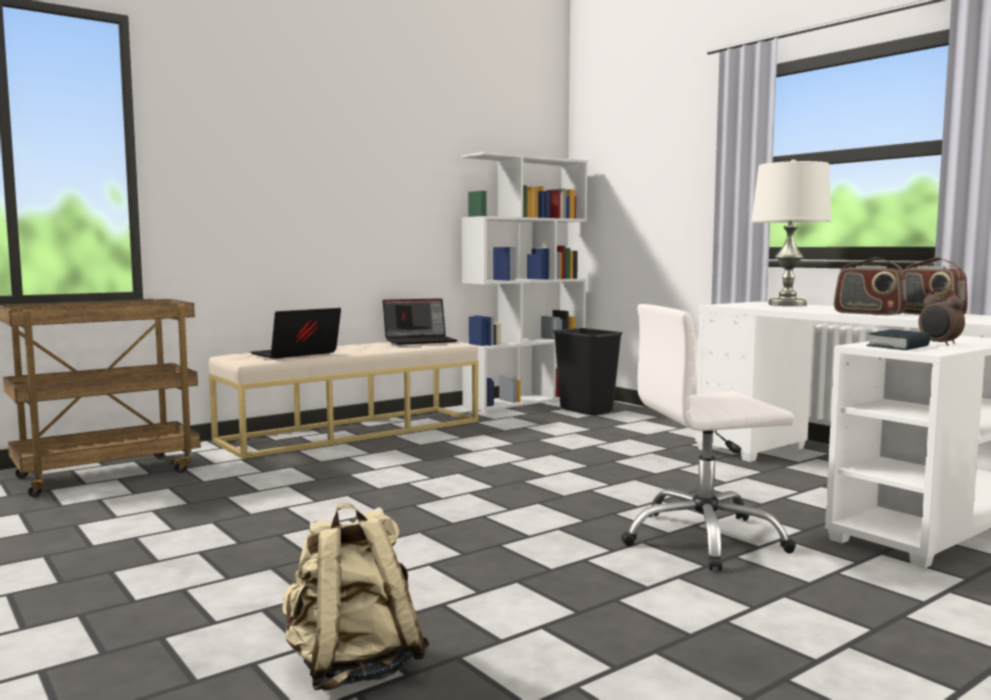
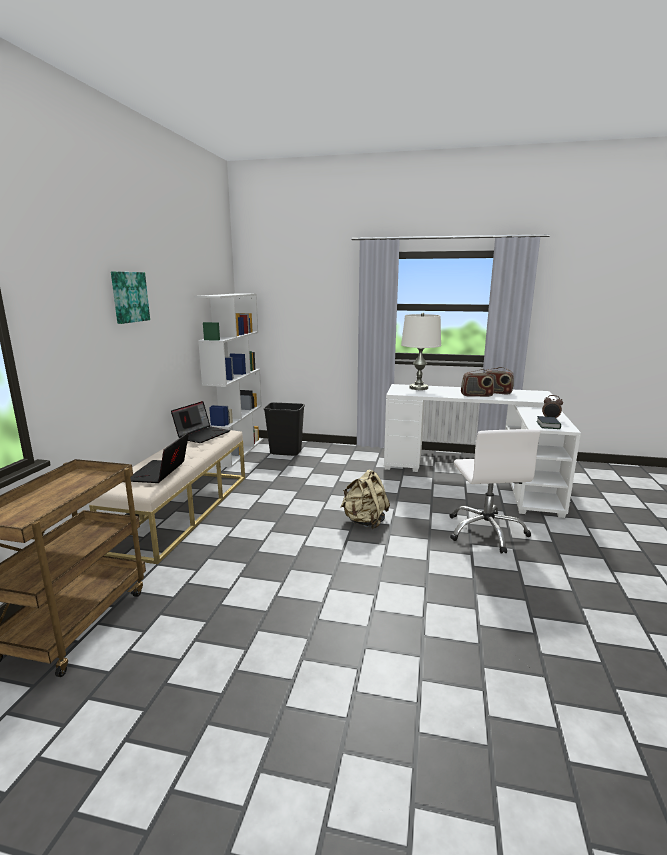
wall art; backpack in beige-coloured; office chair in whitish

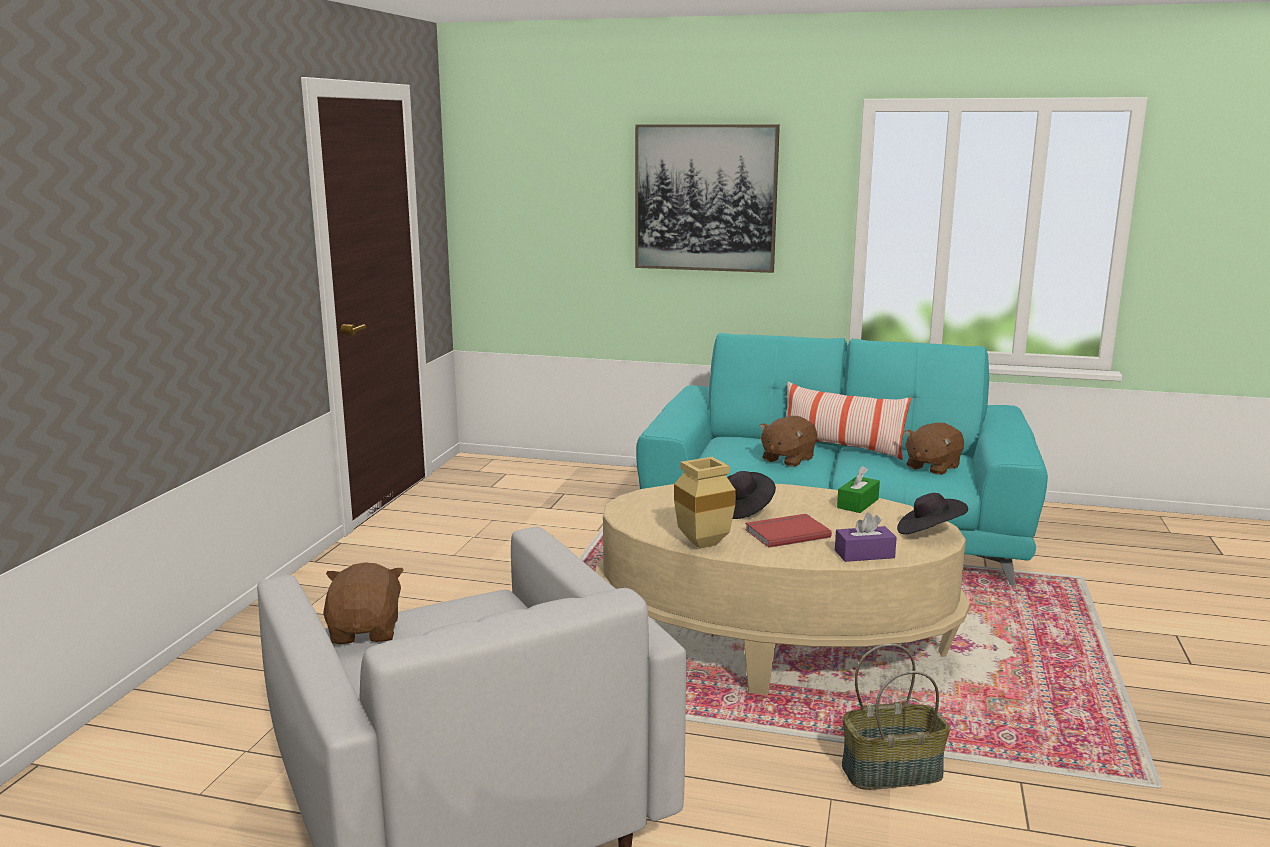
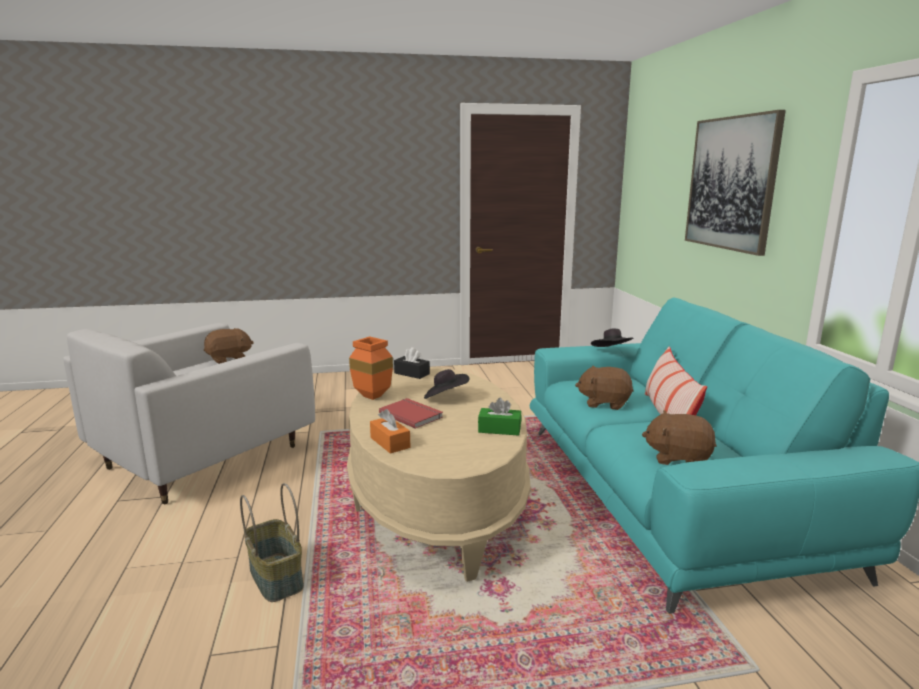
box of tissues in black; clothing hat in black (no. 2 from left); flower vase in orange-coloured; box of tissues in orange-coloured

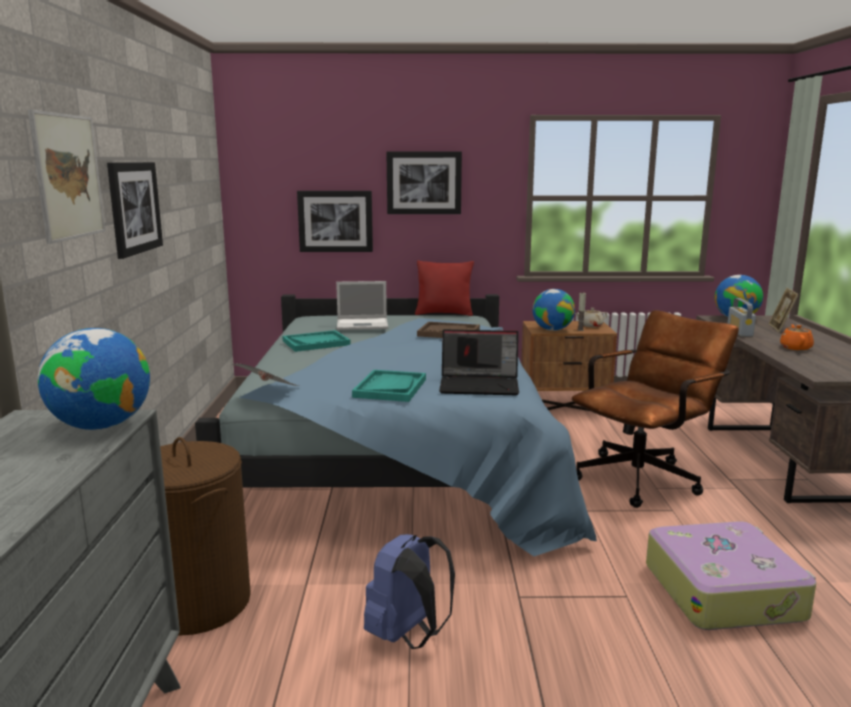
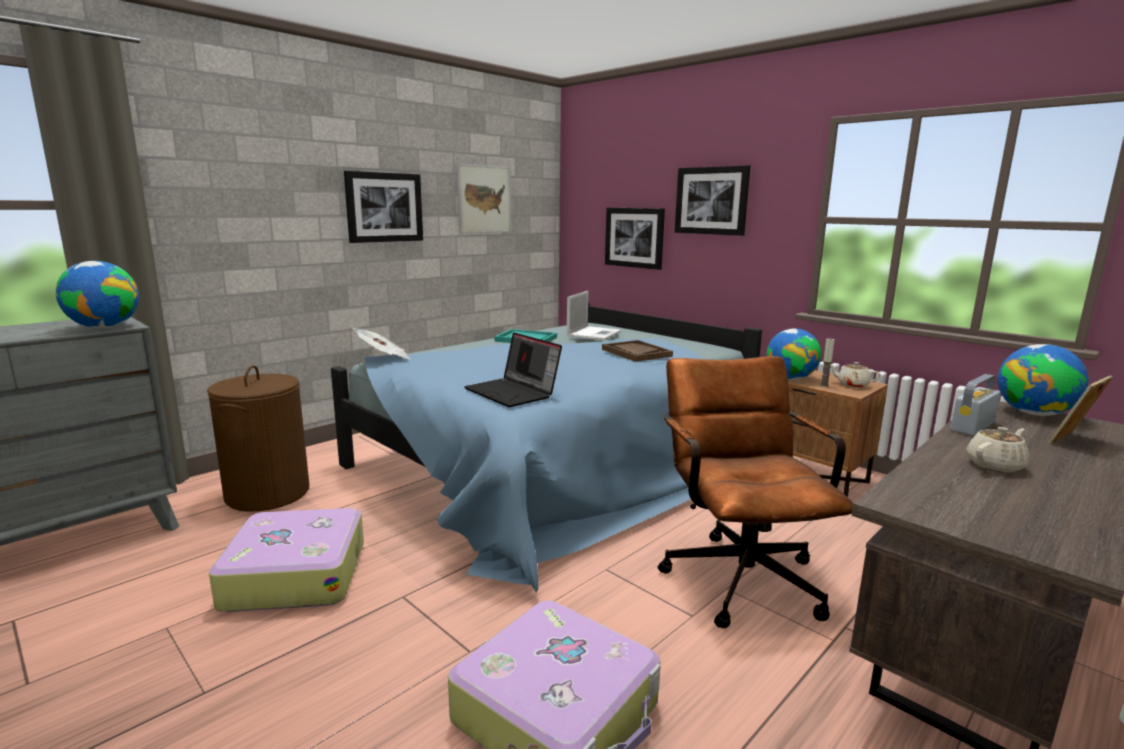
carrying tray in turquoise (no. 2 from left in the first image); cushion in reddish; wall art (no. 2 from left); piece of luggage (no. 1 from left); pot for tea in beige-coloured (no. 2 from left); laptop (no. 2 from left); office chair in brownish

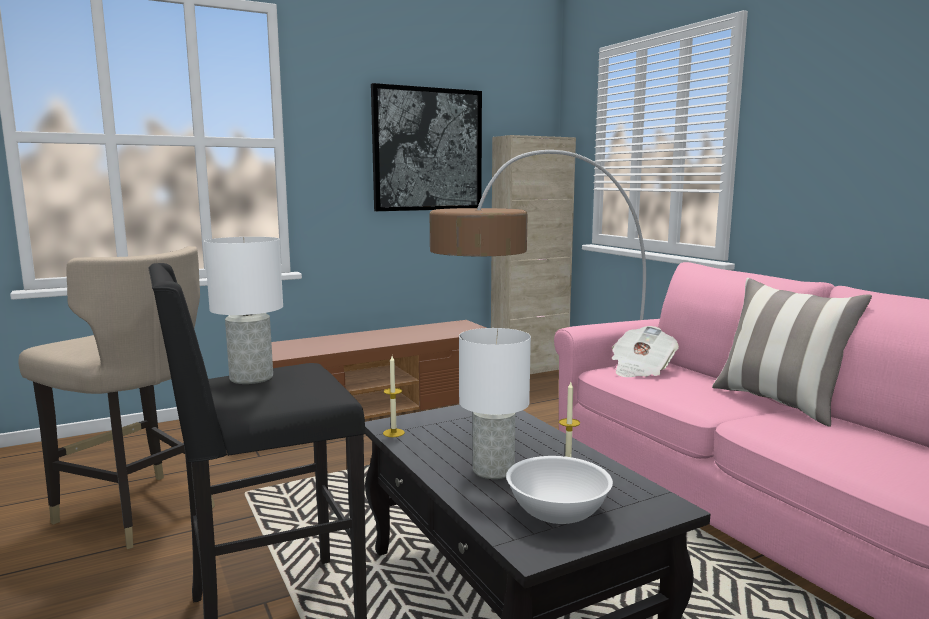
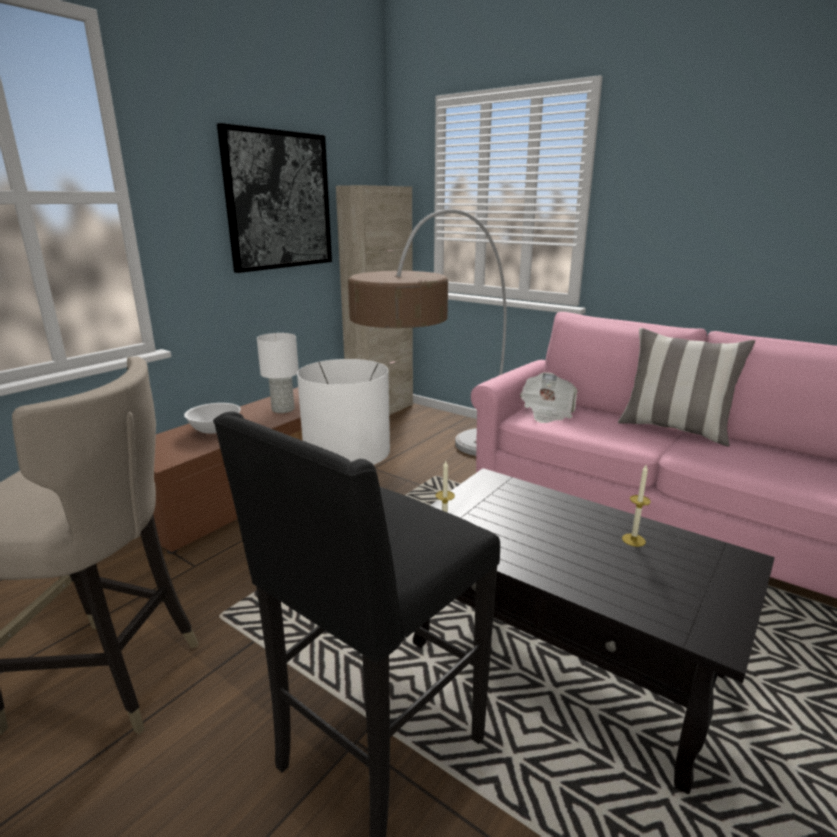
tabletop lamp in whitish (no. 1 from left); bowl in whitish

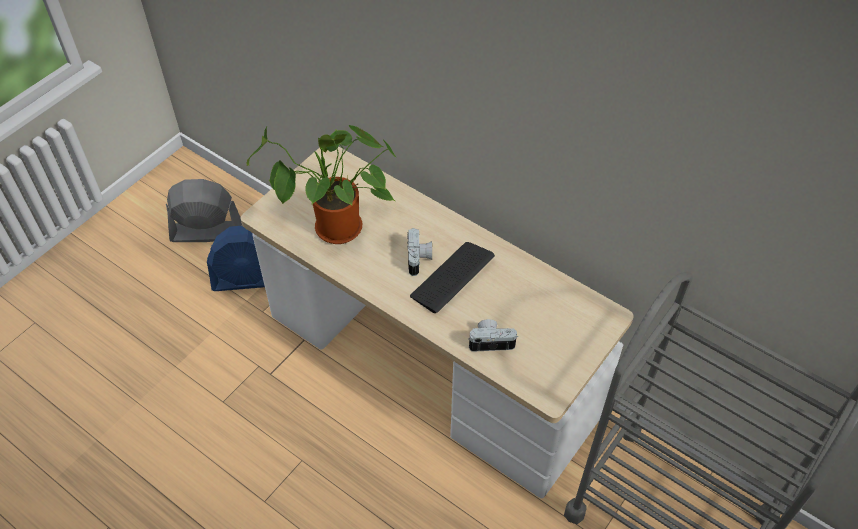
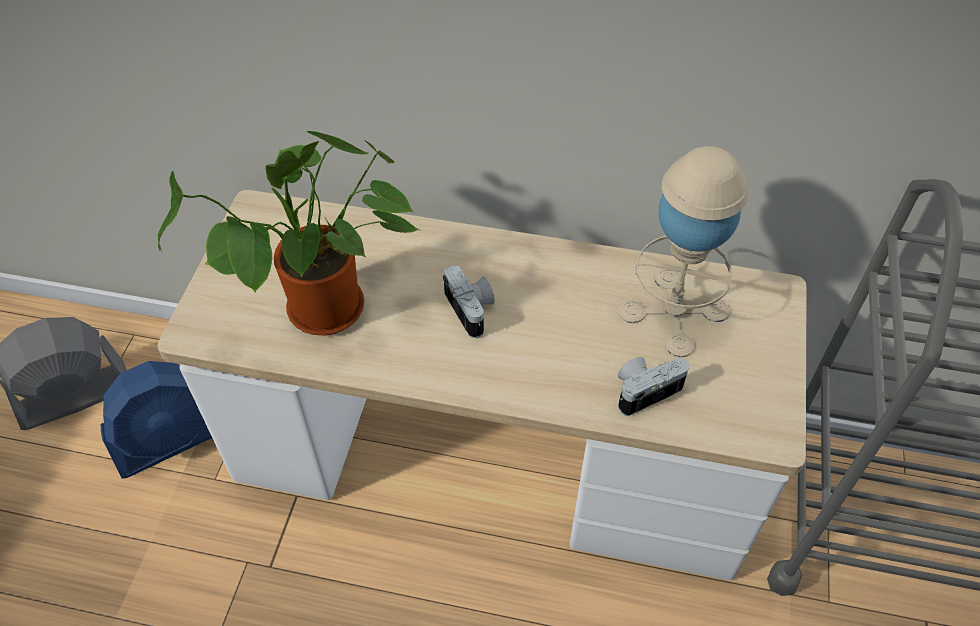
PC keyboard; tabletop lamp in beige-coloured

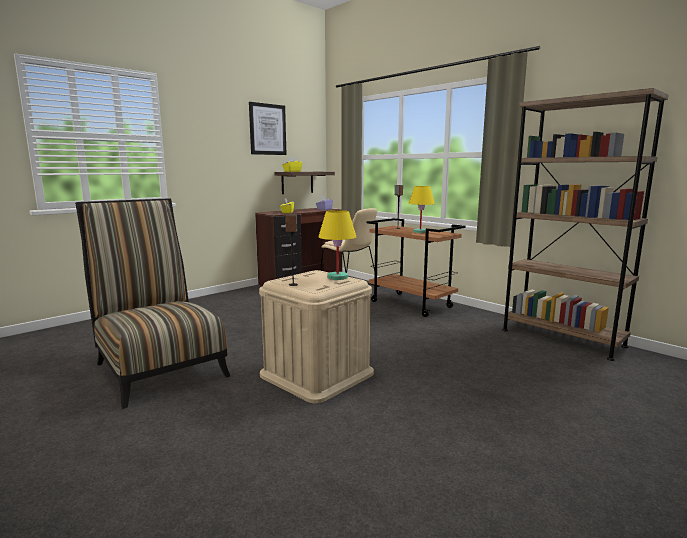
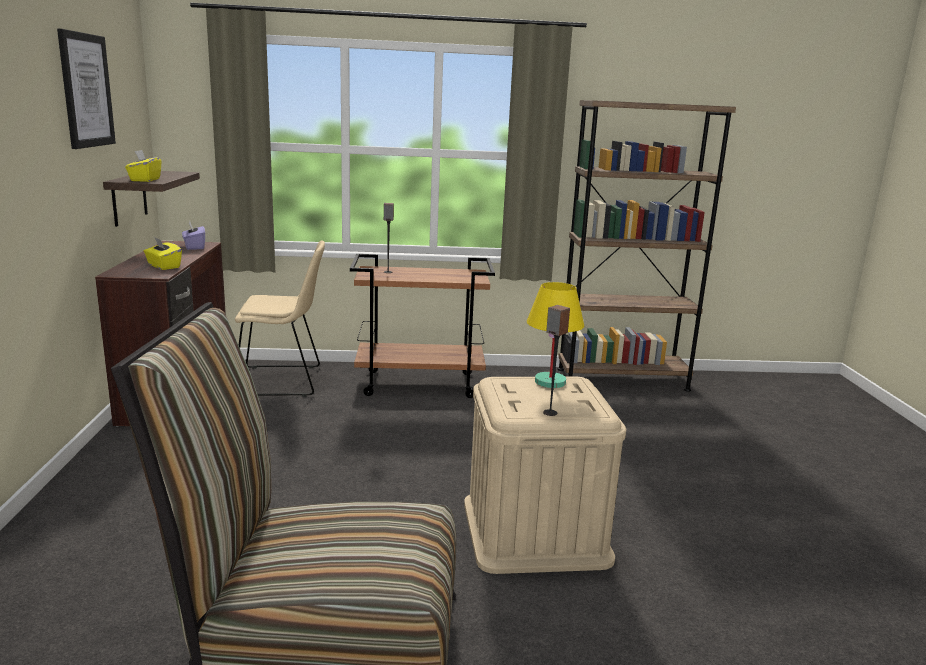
tabletop lamp in yellow-coloured (no. 2 from left in the first image)

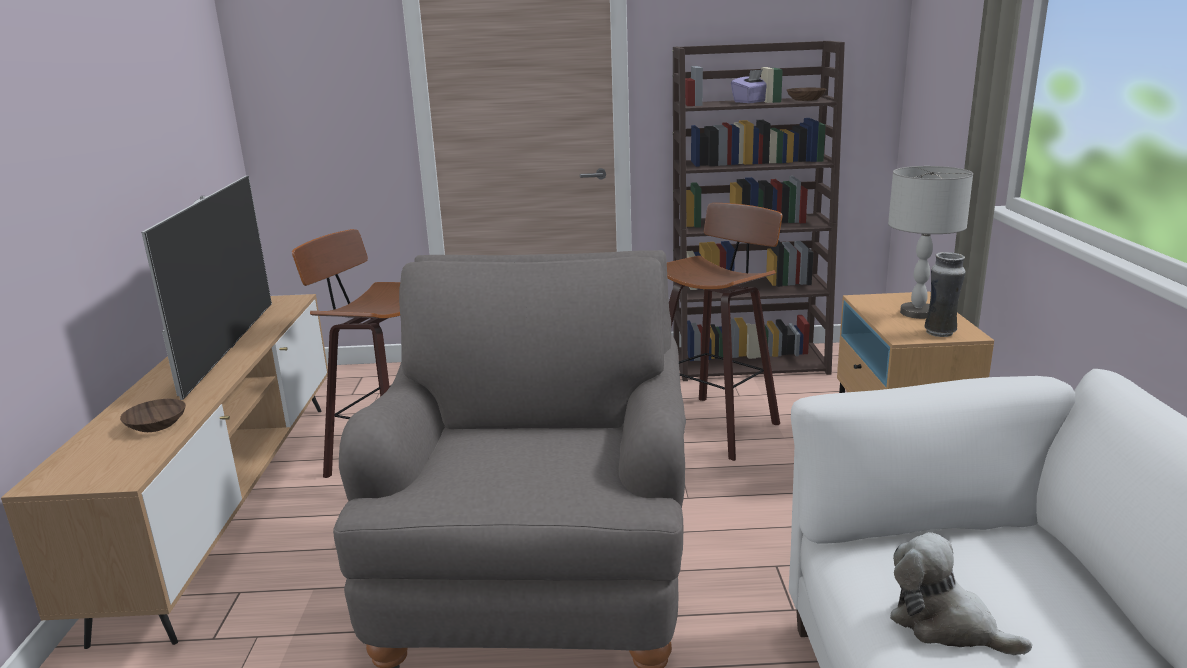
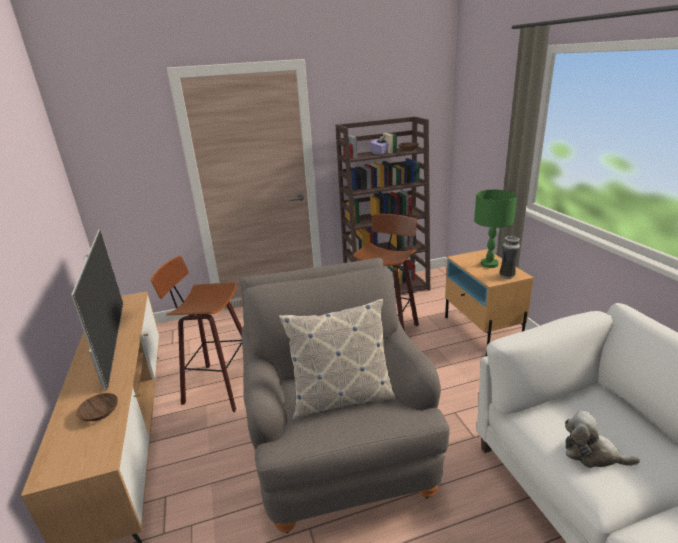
cushion; tabletop lamp in green-coloured

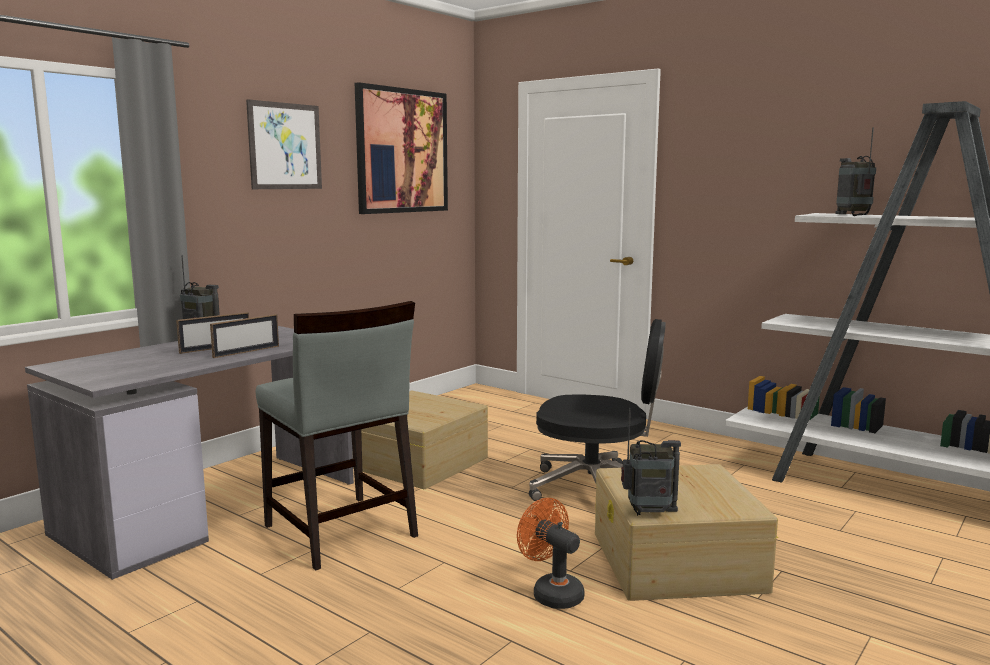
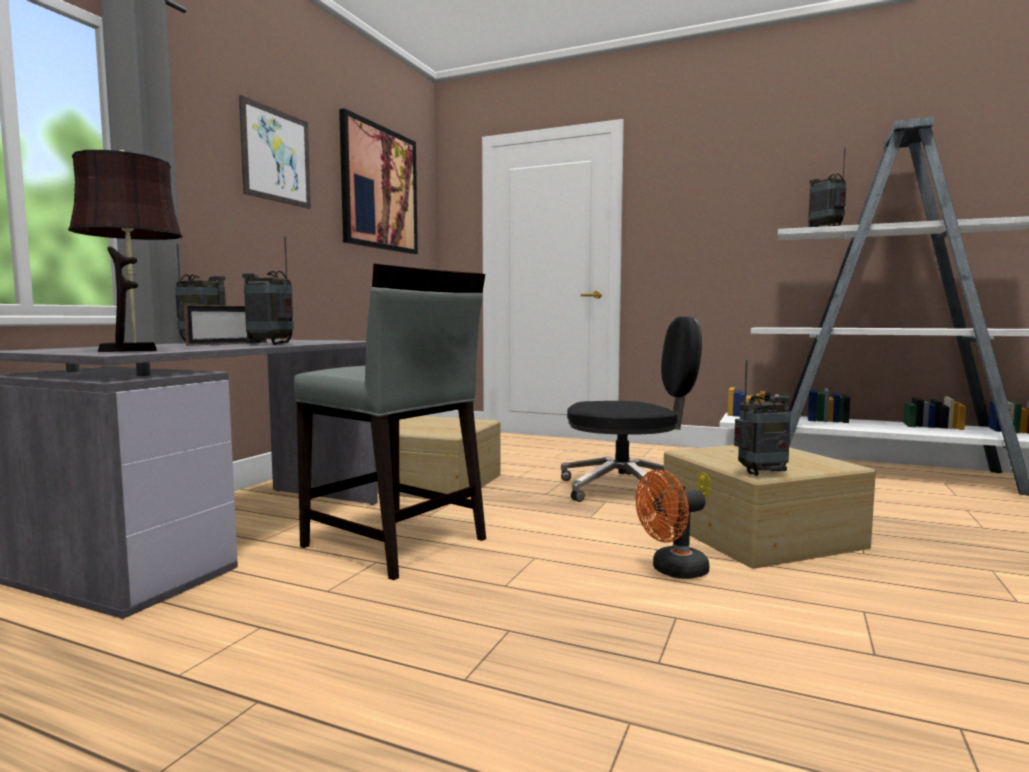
tabletop lamp in brownish; radio (no. 2 from left); electric fan in orange-coloured

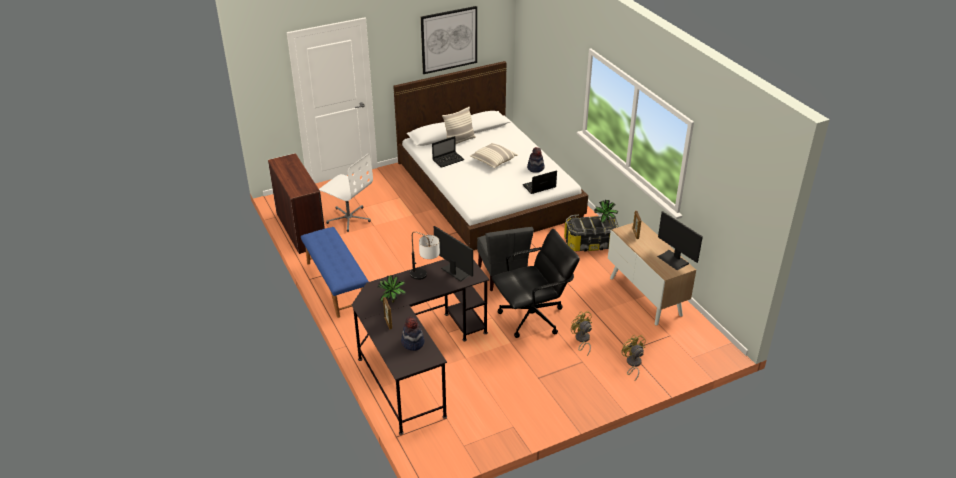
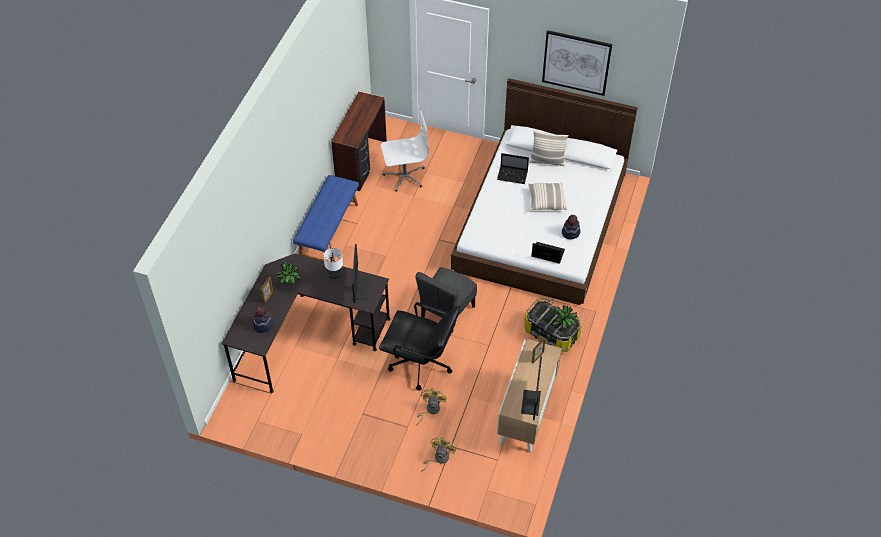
office chair in whitish

